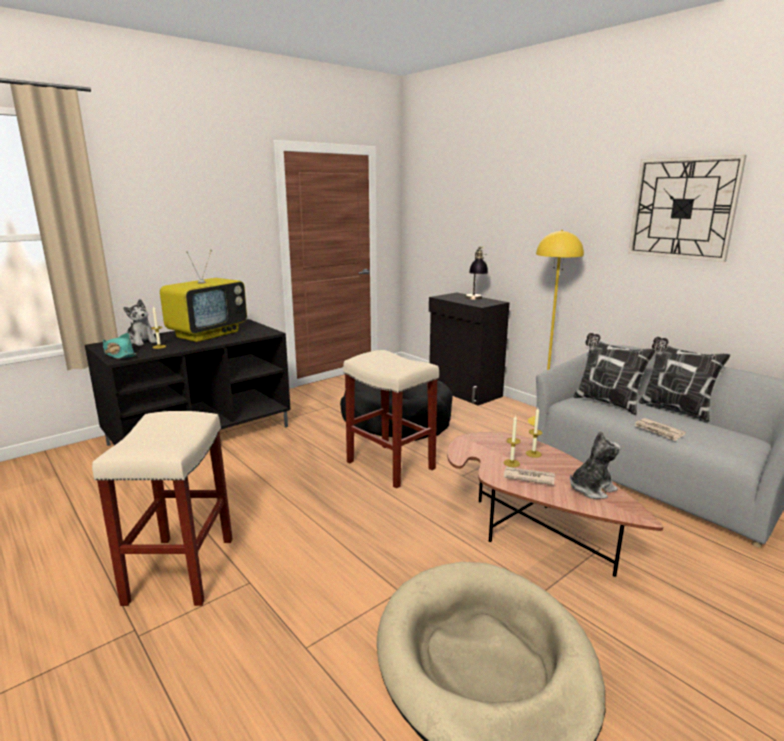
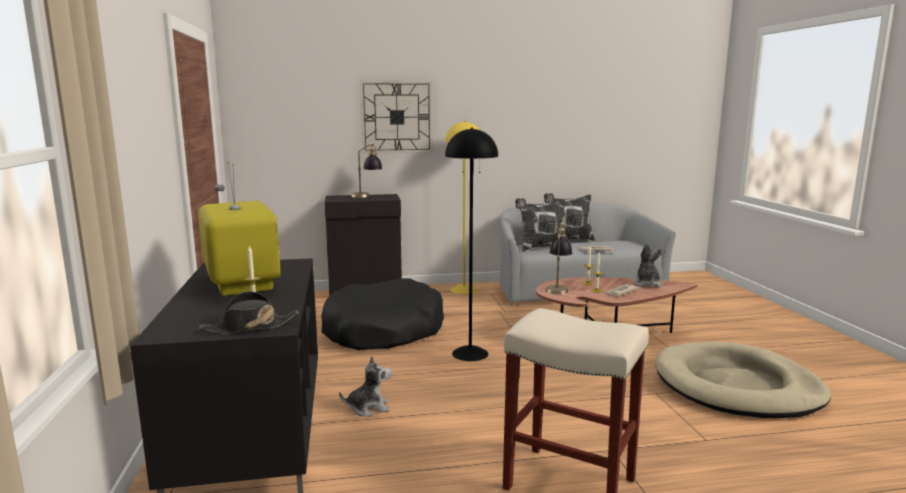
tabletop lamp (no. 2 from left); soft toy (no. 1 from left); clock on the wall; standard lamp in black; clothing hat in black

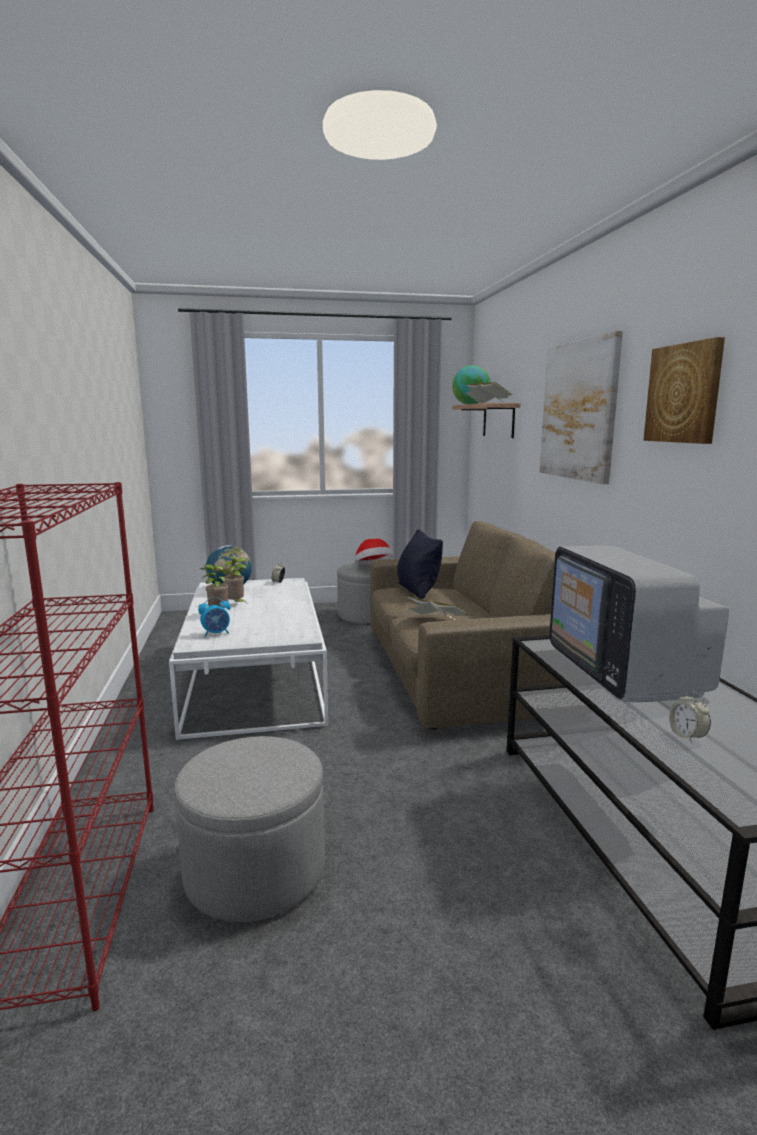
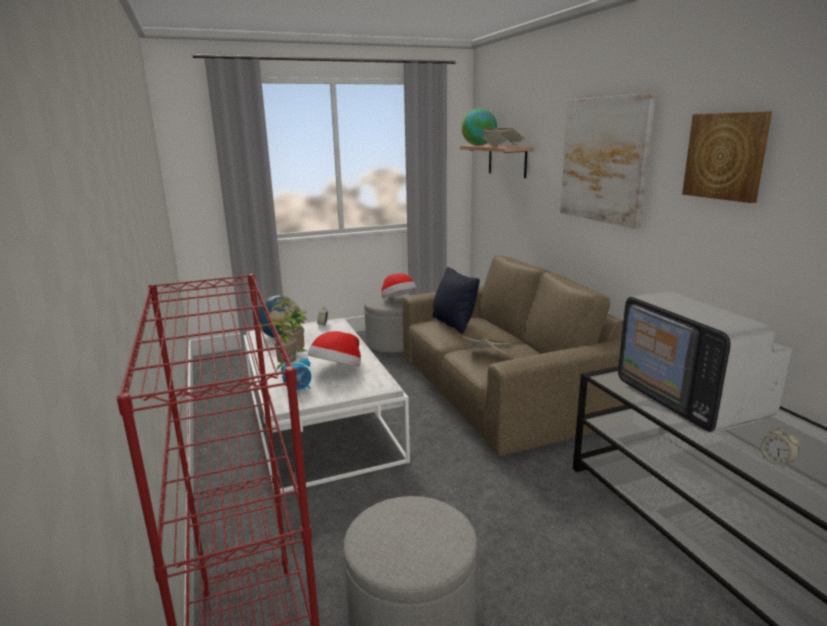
clothing hat (no. 1 from left)

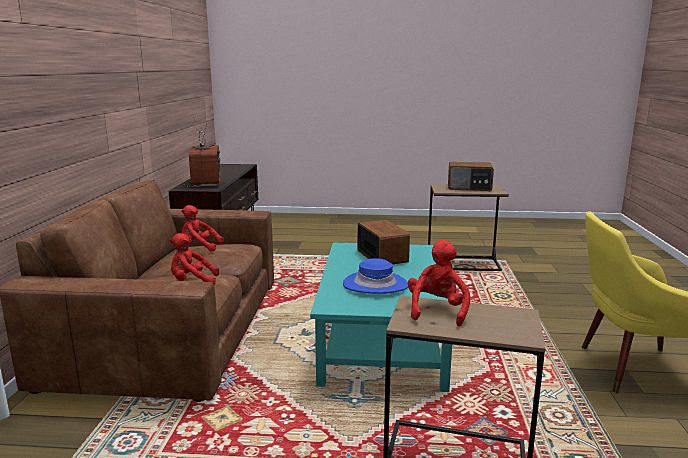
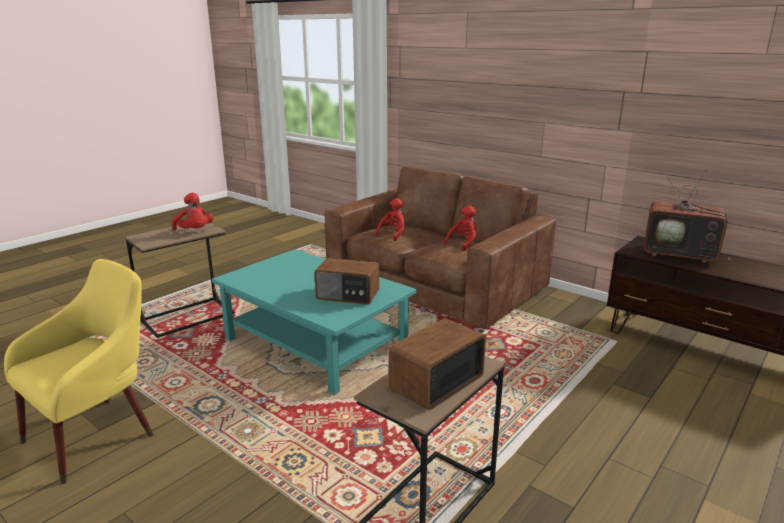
clothing hat in blue

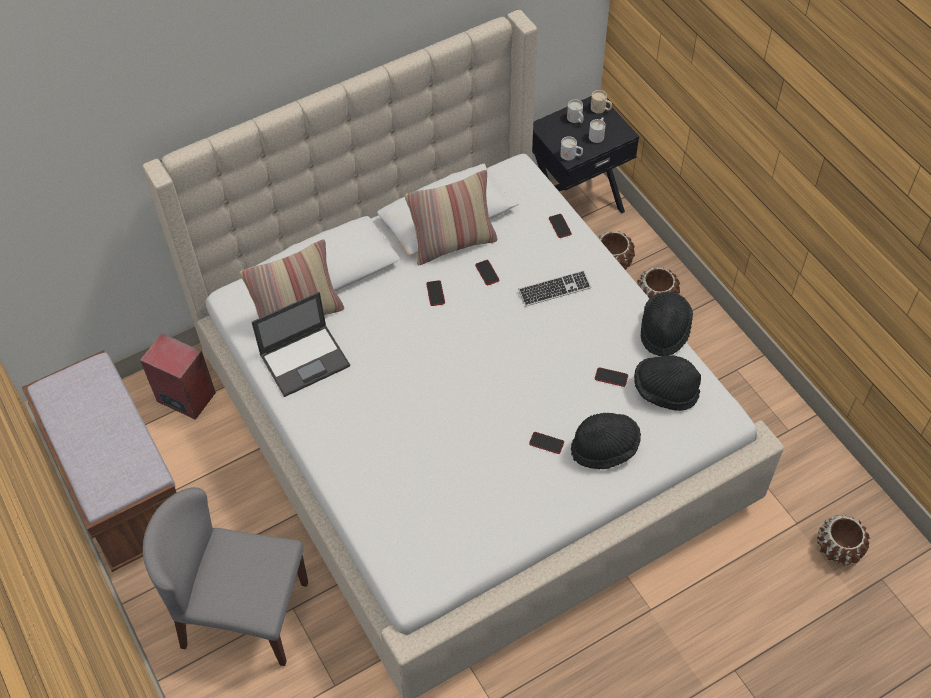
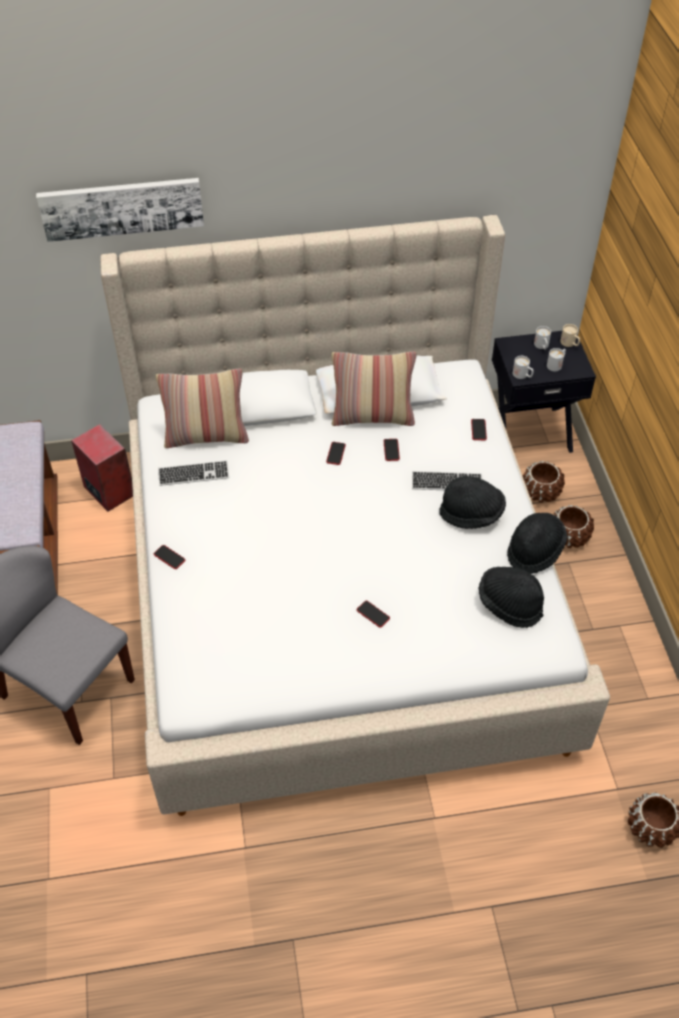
wall art; clothing hat in black (no. 1 from left); handset (no. 1 from left); PC keyboard (no. 1 from left)

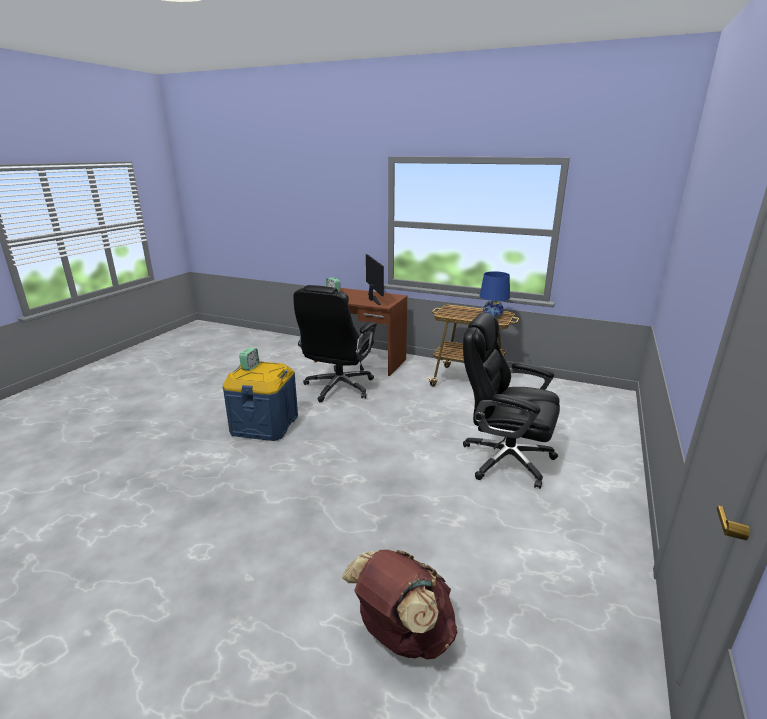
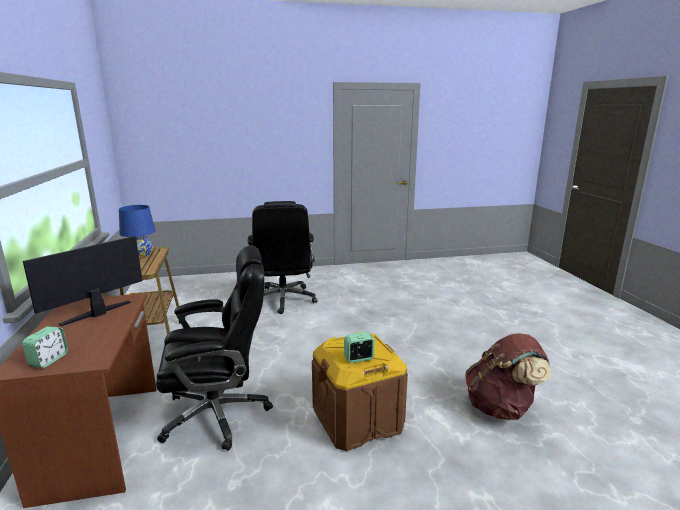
backpack in brownish; storage box in brownish

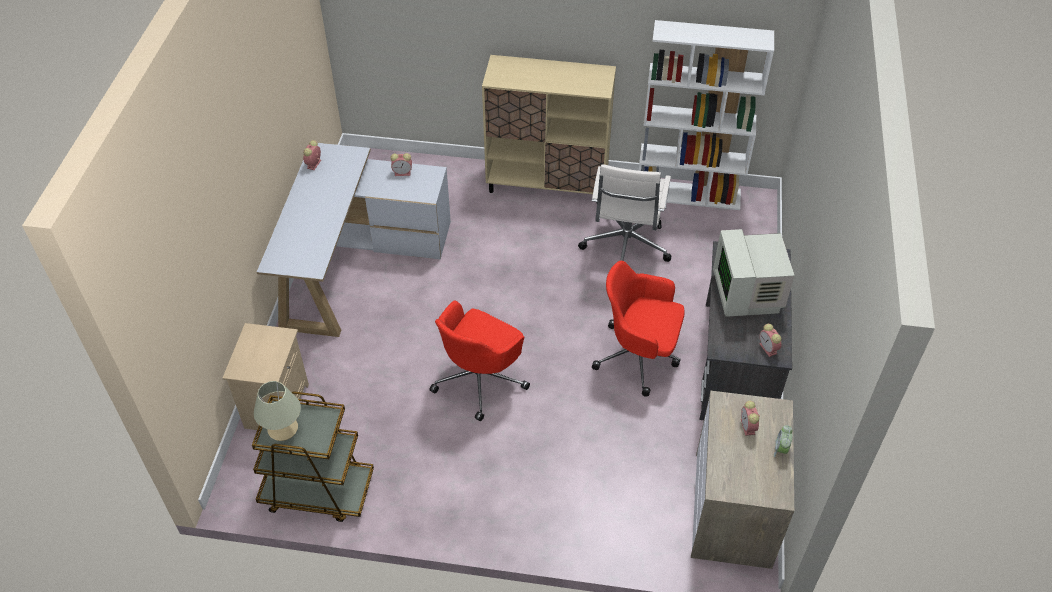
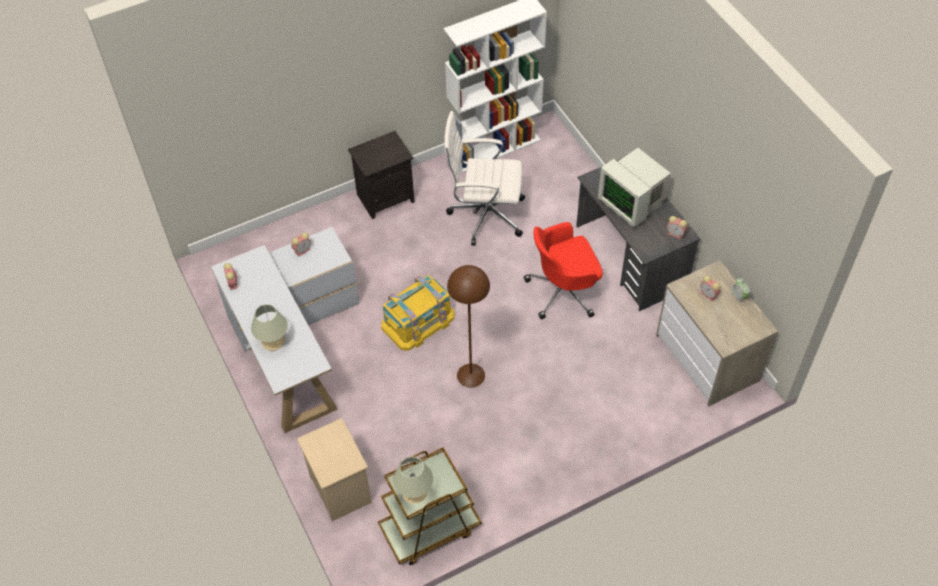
tabletop lamp in beige-coloured (no. 1 from left); storage box in yellow-coloured; standard lamp in brownish; bedside table in black; office chair in whitish

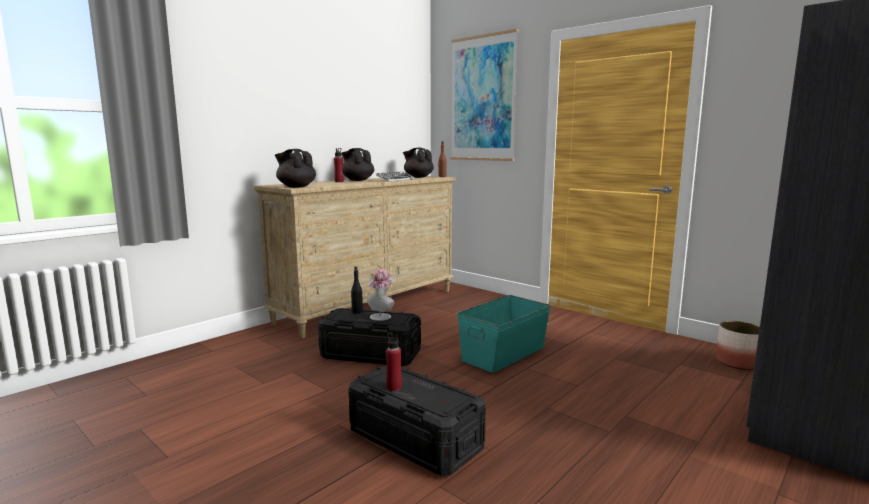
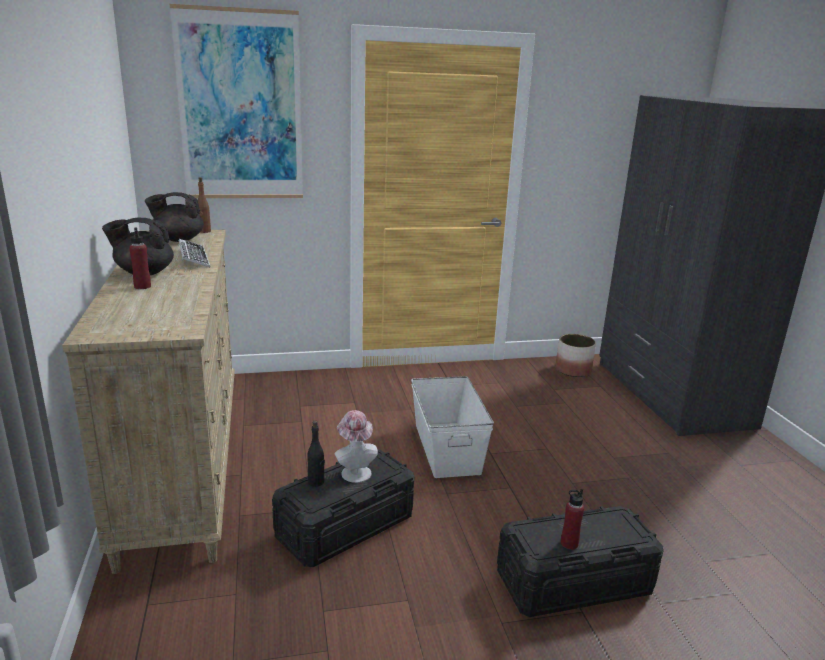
pot for tea in black (no. 1 from left in the first image); storage box in whitish

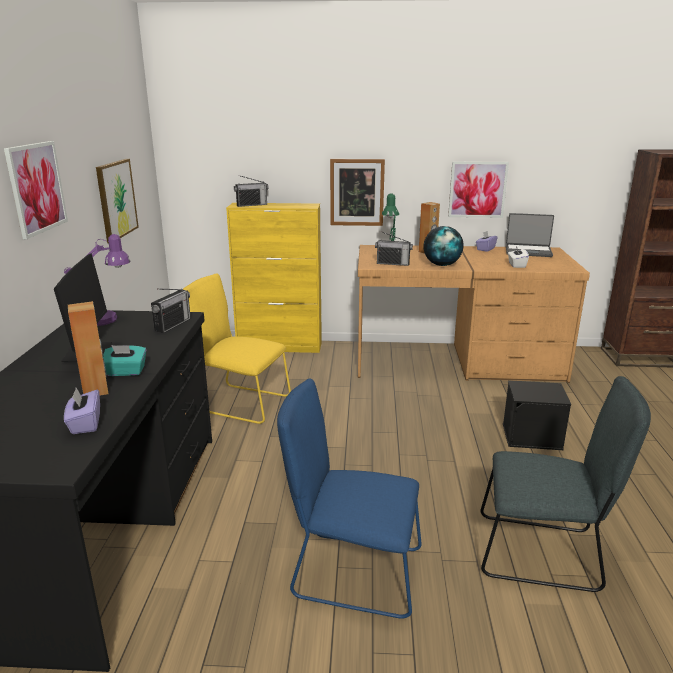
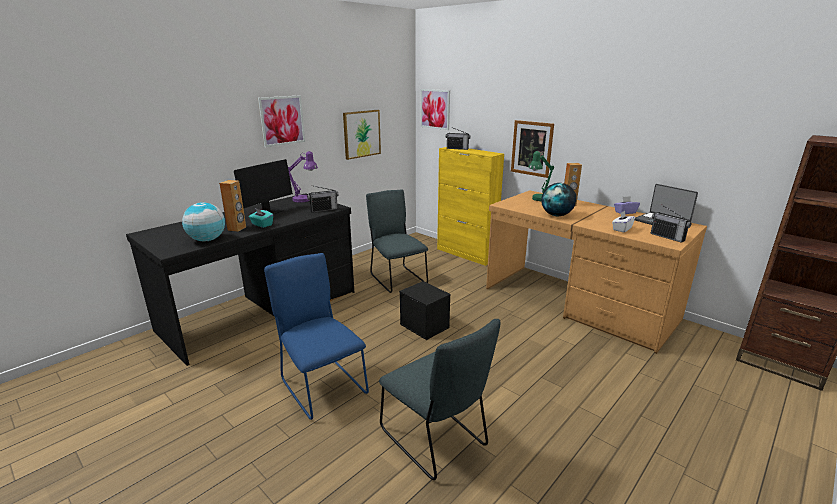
radio (no. 3 from left); wall art (no. 3 from left); storage box in black; world globe (no. 1 from left); plain chair in grey (no. 1 from left)

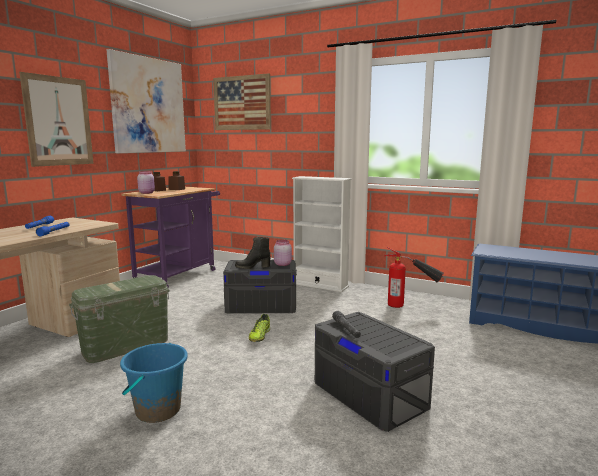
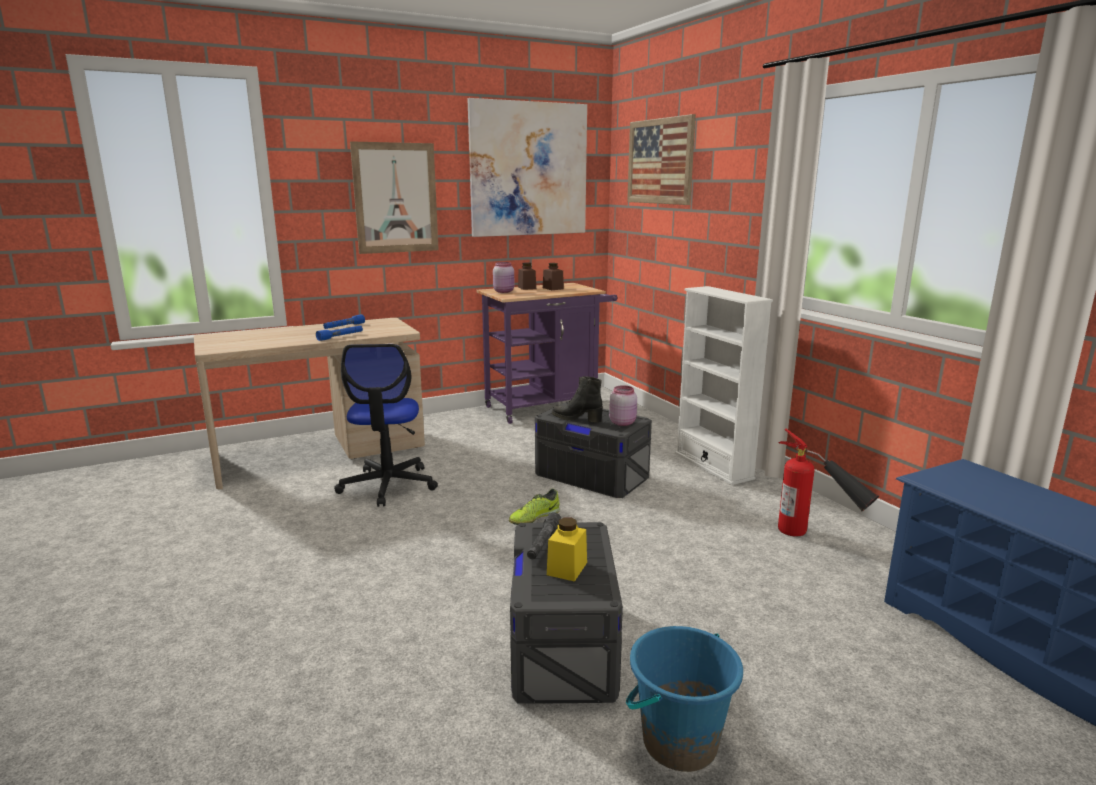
jar in yellow-coloured; bucket in blue; office chair

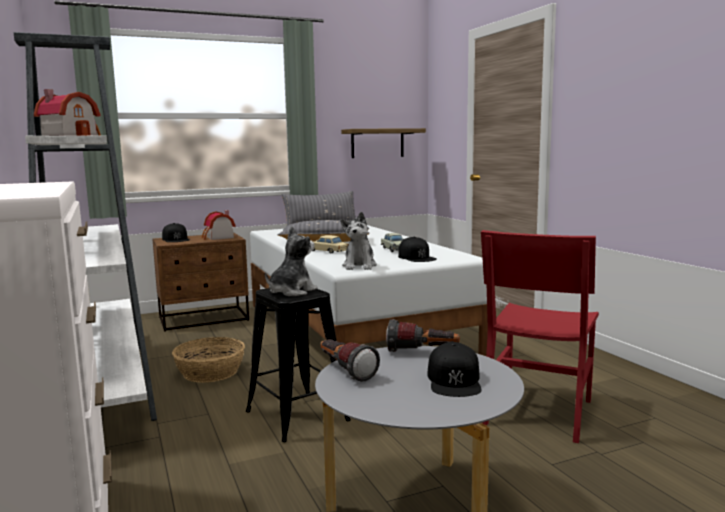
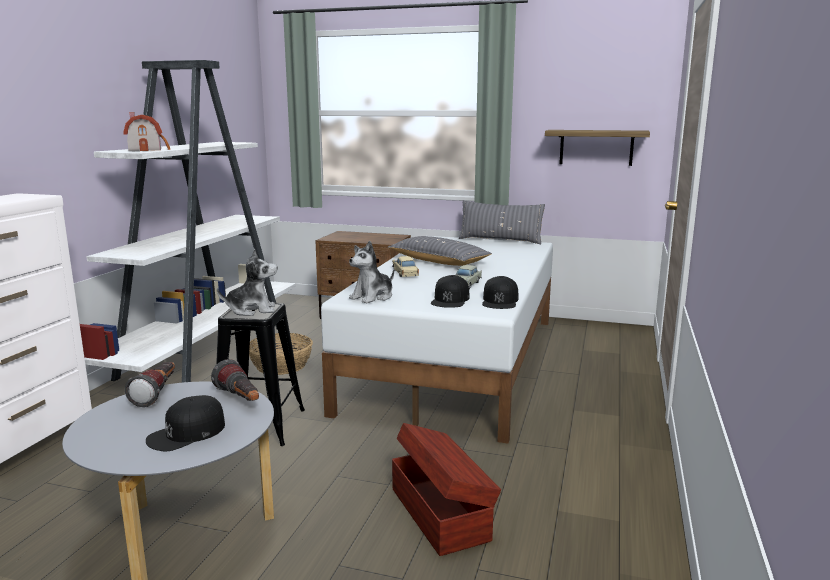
model house (no. 2 from left in the first image); peaked cap in black (no. 3 from left); storage box in brownish

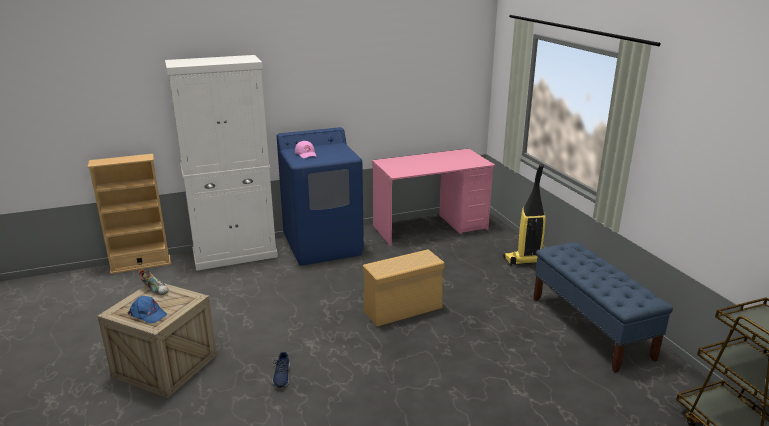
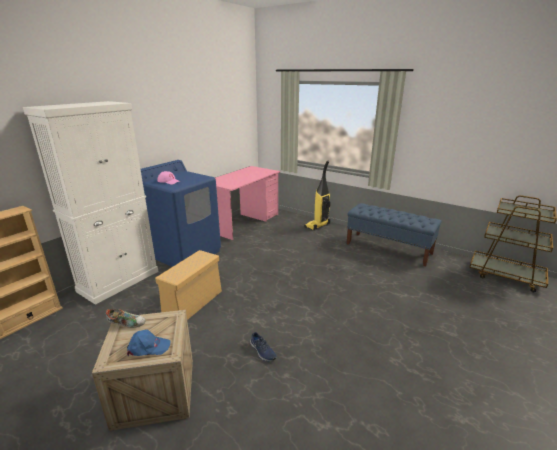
storage box in beige-coloured

